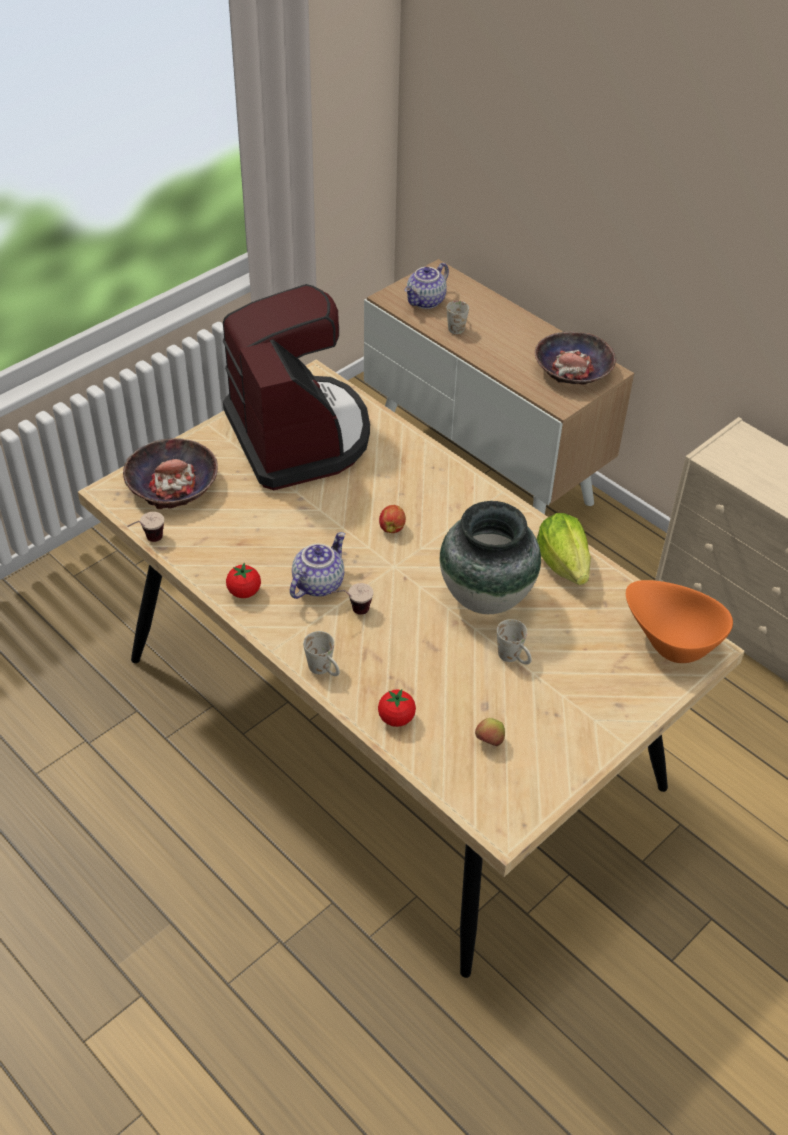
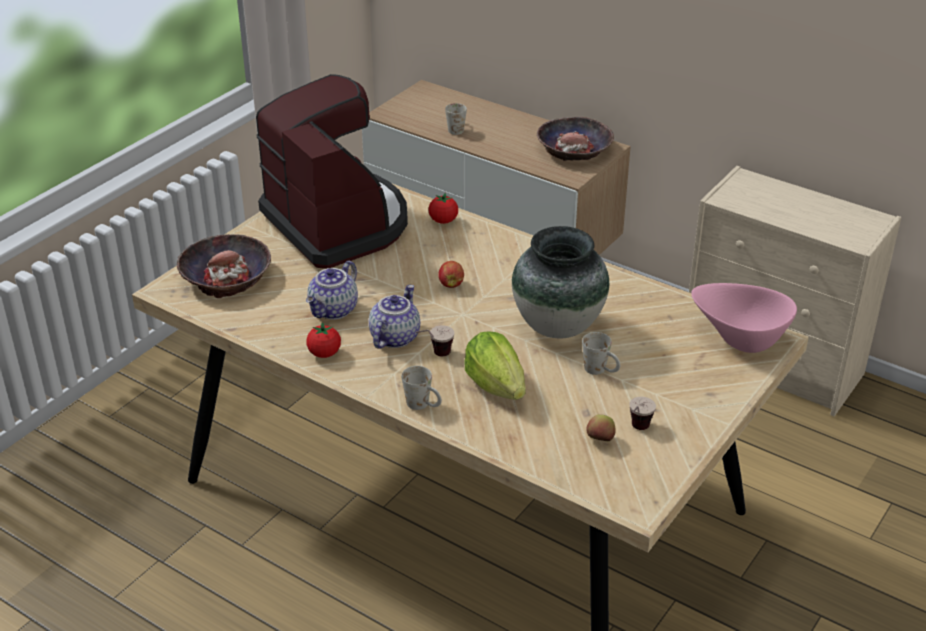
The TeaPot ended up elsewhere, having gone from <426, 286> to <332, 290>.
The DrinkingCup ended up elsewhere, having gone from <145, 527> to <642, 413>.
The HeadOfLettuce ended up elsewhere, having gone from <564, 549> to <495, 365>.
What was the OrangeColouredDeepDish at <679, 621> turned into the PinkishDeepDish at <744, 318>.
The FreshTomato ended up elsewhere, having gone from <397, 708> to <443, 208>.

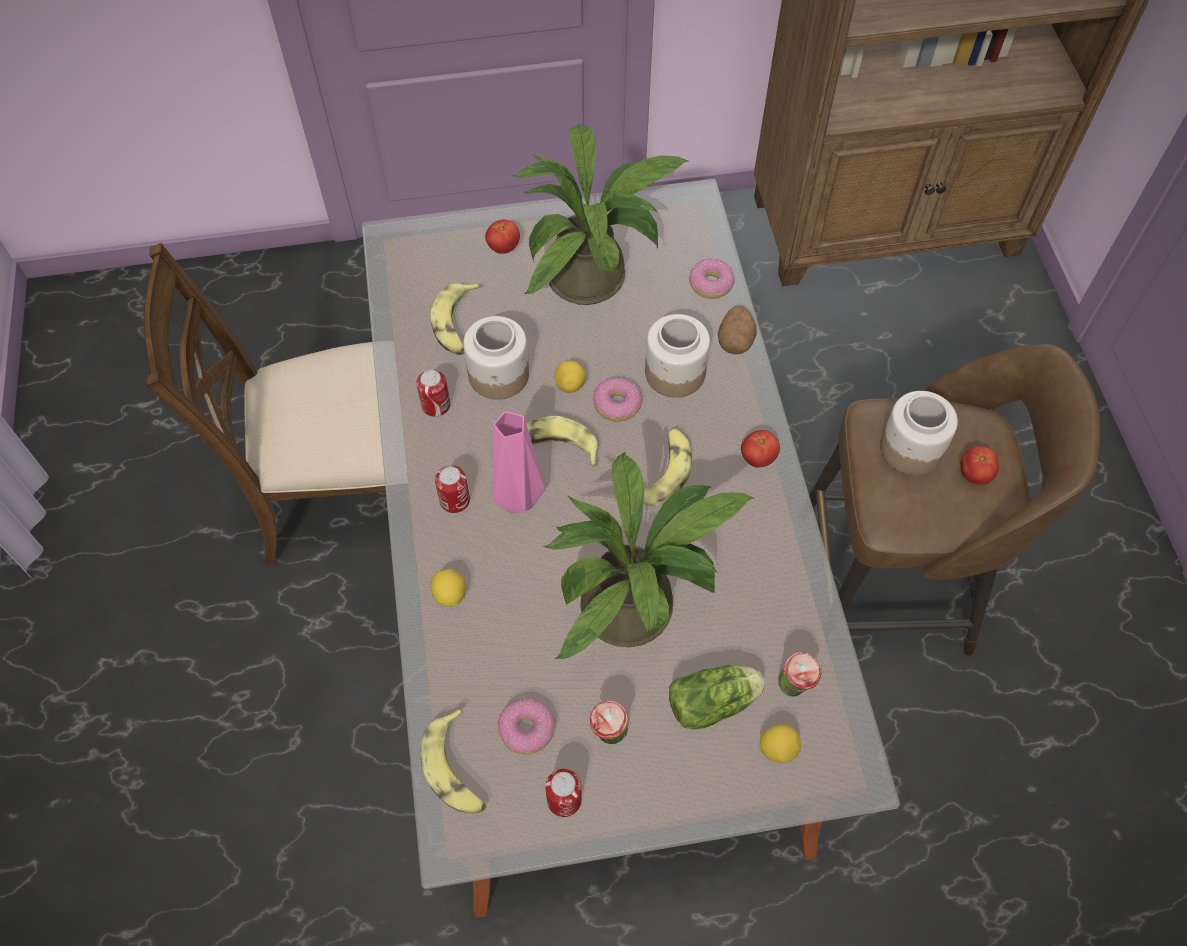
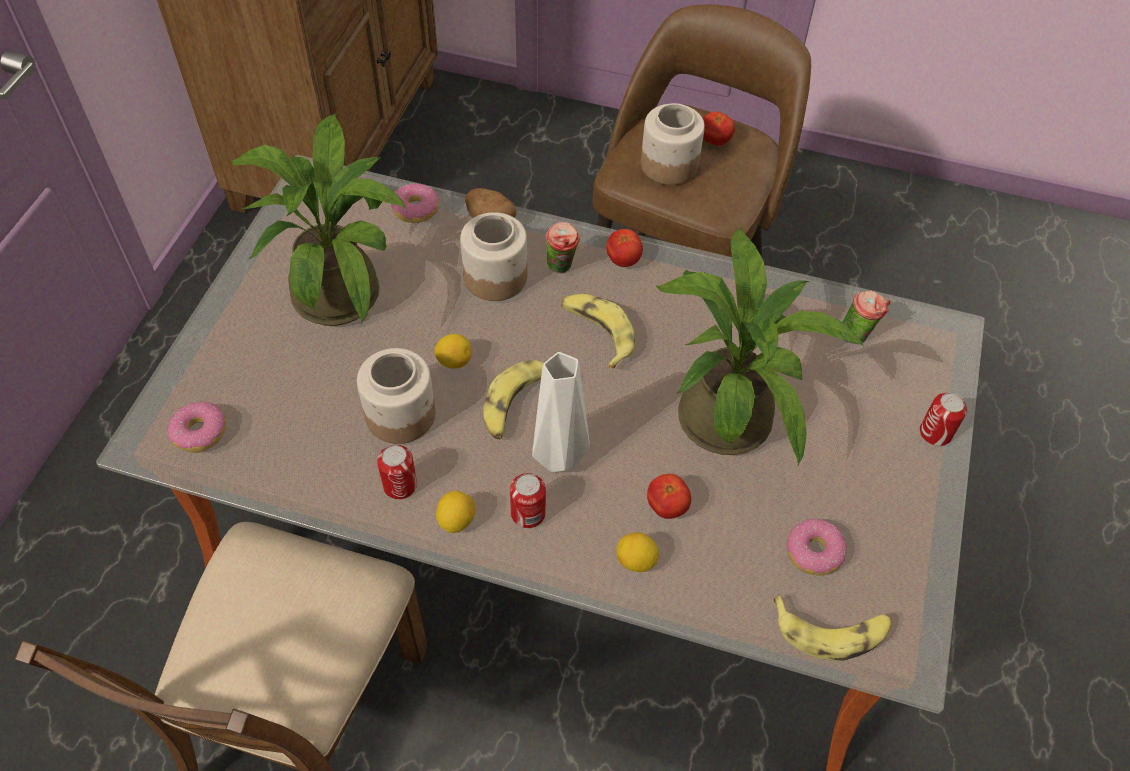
The FreshTomato ended up elsewhere, having gone from <502, 236> to <669, 496>.
The second view lost the WholeBanana at <455, 319>.
The RingDoughnut ended up elsewhere, having gone from <617, 399> to <196, 426>.
What was the PinkishVase at <519, 462> turned into the WhitishVase at <561, 412>.
The second view lost the HeadOfLettuce at <717, 697>.
The DrinkingCup ended up elsewhere, having gone from <609, 722> to <563, 247>.
The WholeLemon ended up elsewhere, having gone from <780, 743> to <455, 512>.
The SealedCan ended up elsewhere, having gone from <563, 793> to <943, 419>.

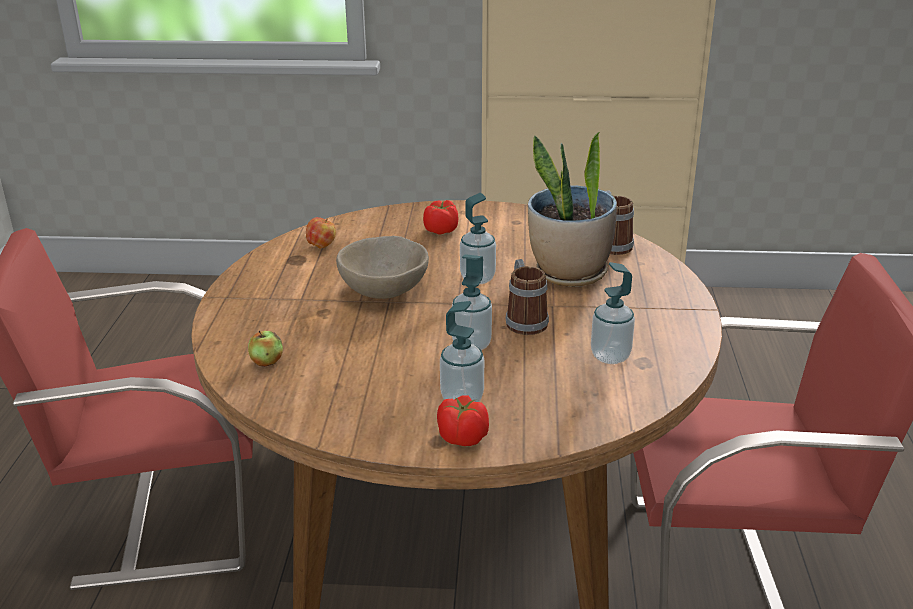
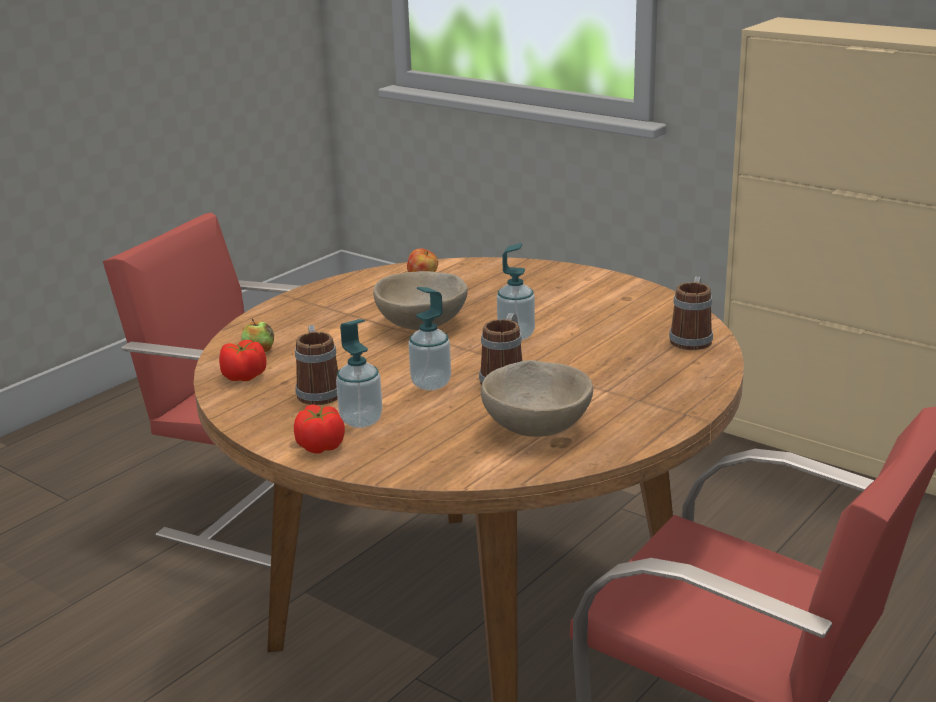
The second view lost the PlantInAPot at <572, 209>.
The FreshTomato ended up elsewhere, having gone from <440, 217> to <243, 360>.
Where the SoapDispenser stood at <613, 313>, the BeigeDeepDish came to stand at <537, 398>.
The second view gained the CoffeeMug at <316, 365>.

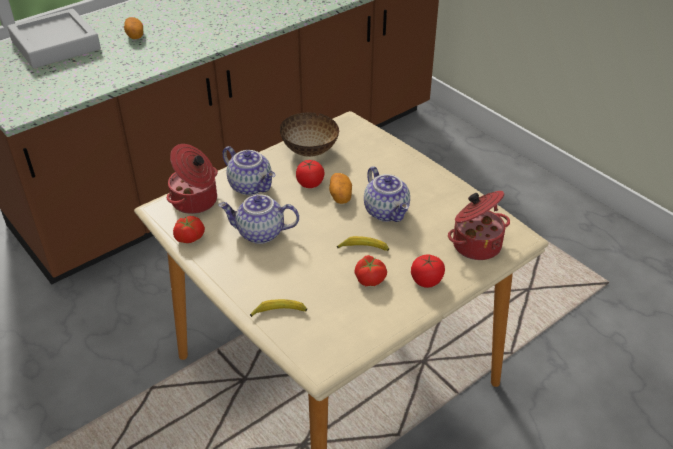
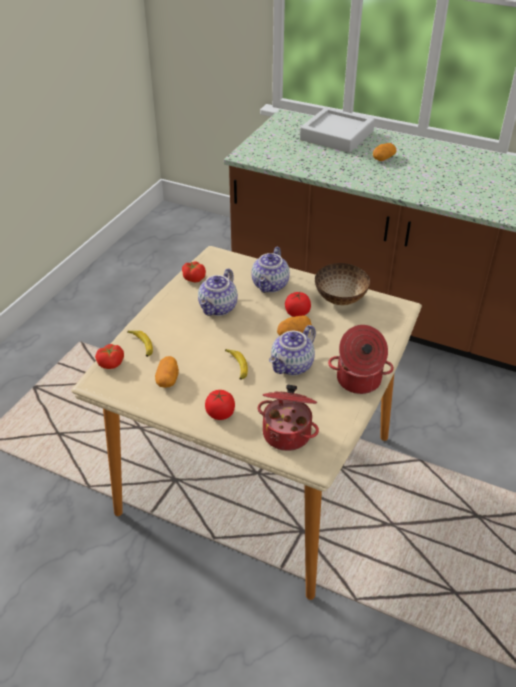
The CookingPot ended up elsewhere, having gone from <192, 179> to <361, 359>.
The TeaPot at <258, 219> ended up facing another way, 135 degrees counterclockwise from before.
The FreshTomato ended up elsewhere, having gone from <371, 270> to <109, 356>.
The second view gained the Potato at <167, 372>.

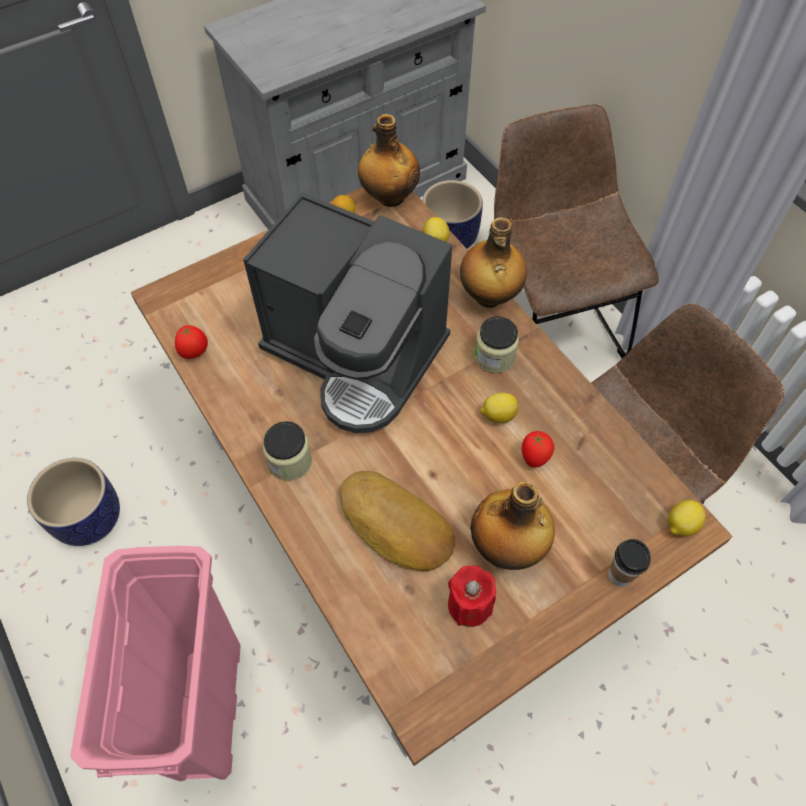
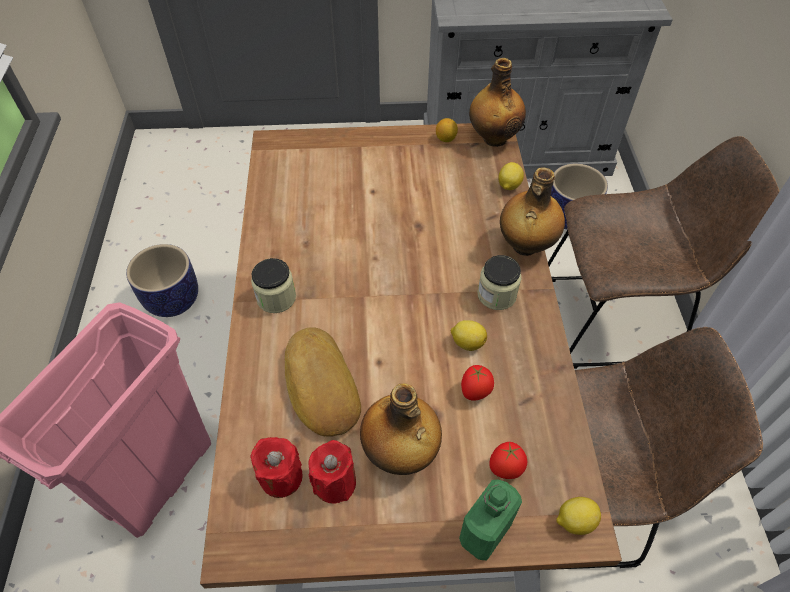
The BrownColouredUprightChair at <576, 231> ended up facing another way, 75 degrees clockwise from before.
The second view lost the CoffeeBrewer at <347, 312>.
The FreshTomato ended up elsewhere, having gone from <191, 342> to <508, 460>.
Where the DrinkingCup stood at <629, 563>, the GreenDrinkBottle came to stand at <490, 519>.
The second view gained the ReddishWaxCandle at <276, 467>.

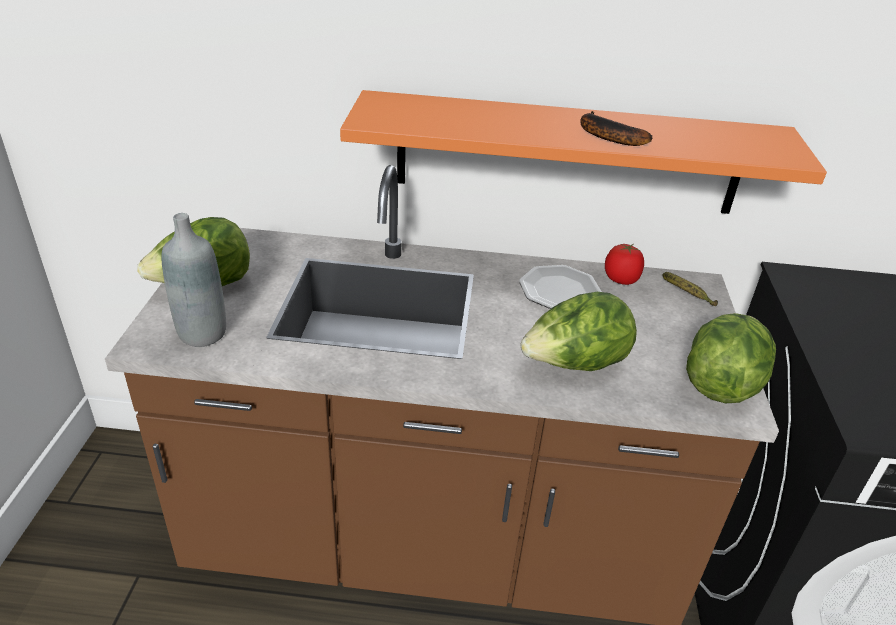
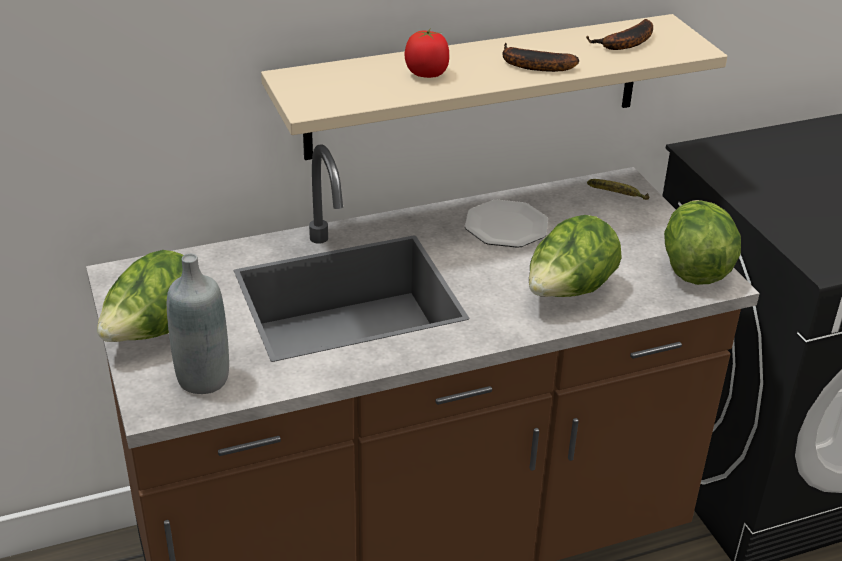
What was the OrangeColouredShelf at <583, 152> turned into the BeigeShelf at <494, 87>.
The FreshTomato ended up elsewhere, having gone from <624, 264> to <427, 53>.
The second view gained the WholeBanana at <619, 34>.

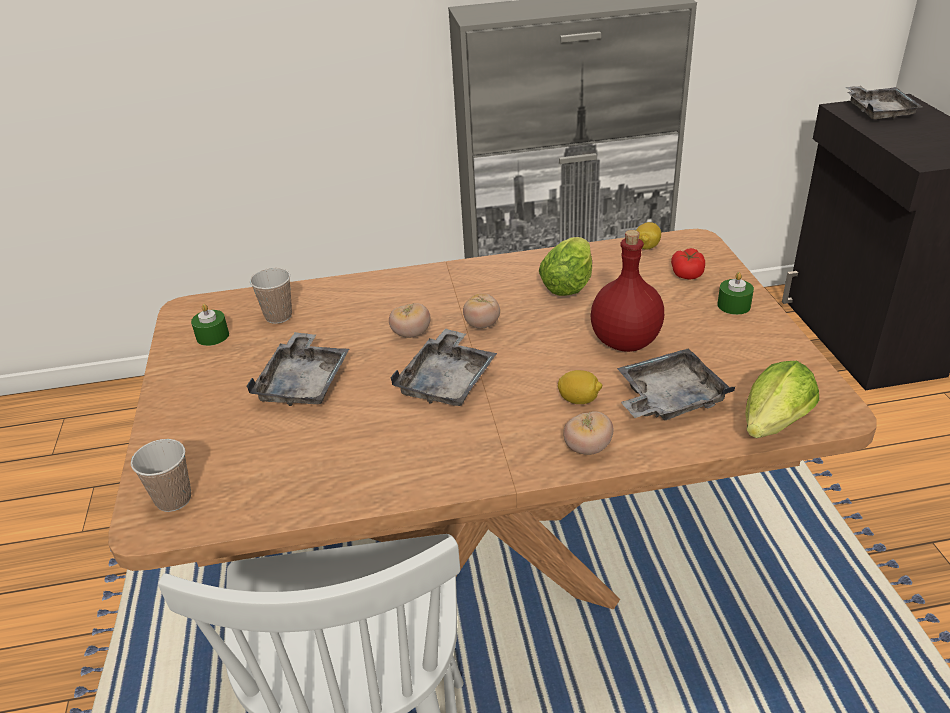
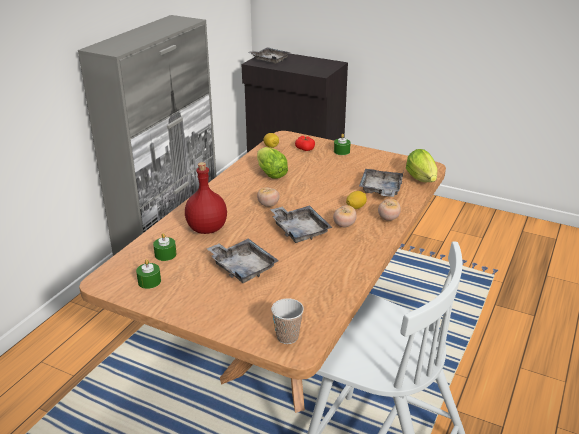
The ReddishDrinkBottle ended up elsewhere, having gone from <627, 291> to <206, 198>.
Where the DrinkingCup stood at <271, 296>, the GreenWaxCandle came to stand at <164, 247>.
The FreshTomato ended up elsewhere, having gone from <410, 320> to <345, 216>.

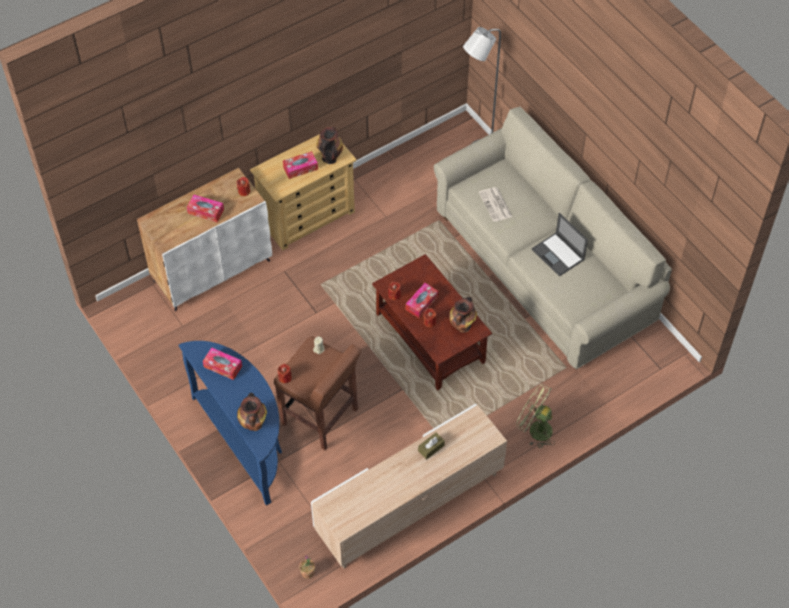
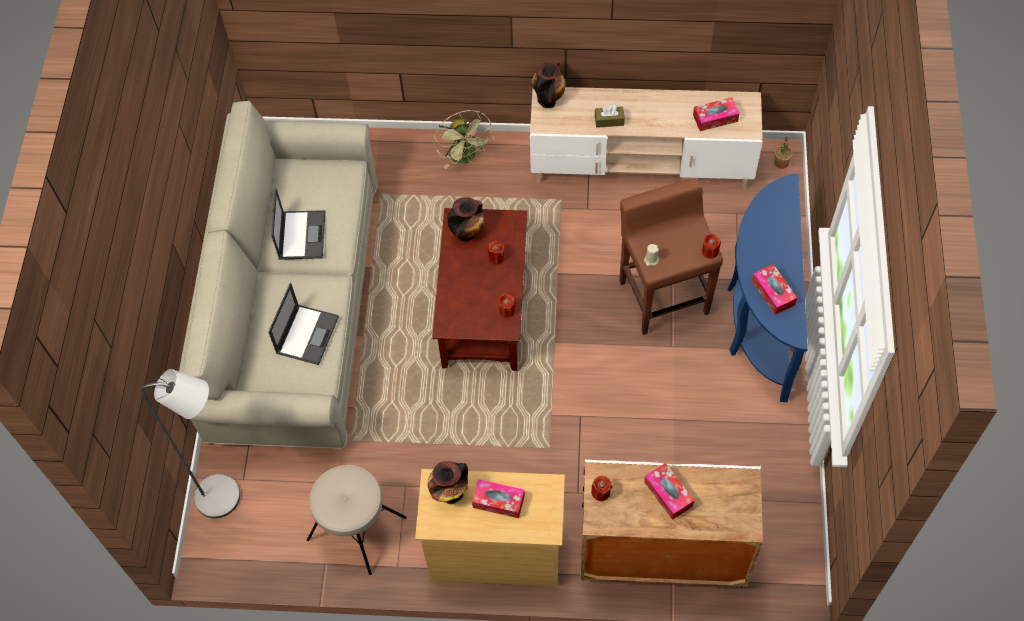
Where the Newspaper stood at <495, 204>, the Laptop came to stand at <303, 324>.
The TissueBox ended up elsewhere, having gone from <422, 300> to <716, 114>.
The Vase ended up elsewhere, having gone from <252, 412> to <548, 84>.
The second view gained the BeigeStoolSeat at <357, 520>.

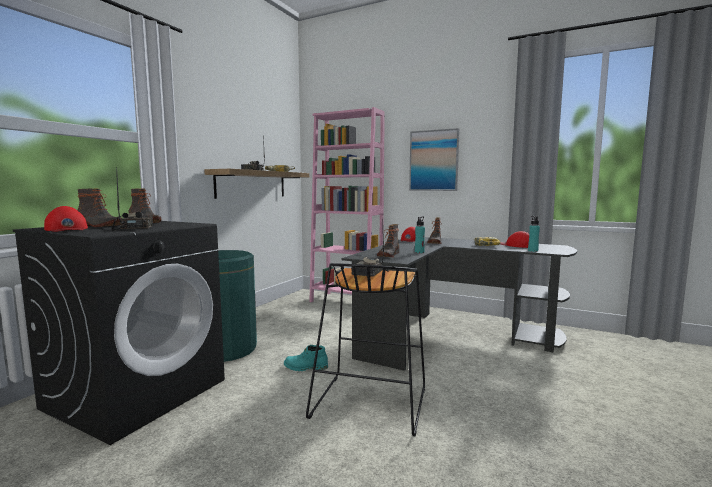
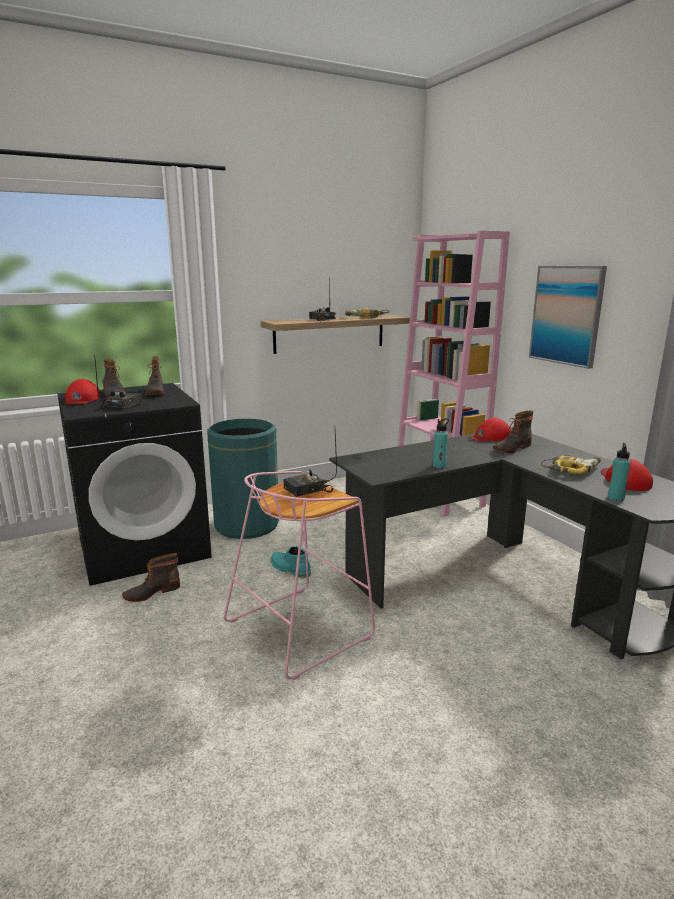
The TallBoot ended up elsewhere, having gone from <388, 240> to <151, 577>.
What was the BlackColouredStoolSeat at <365, 350> turned into the PinkishStoolSeat at <299, 575>.

